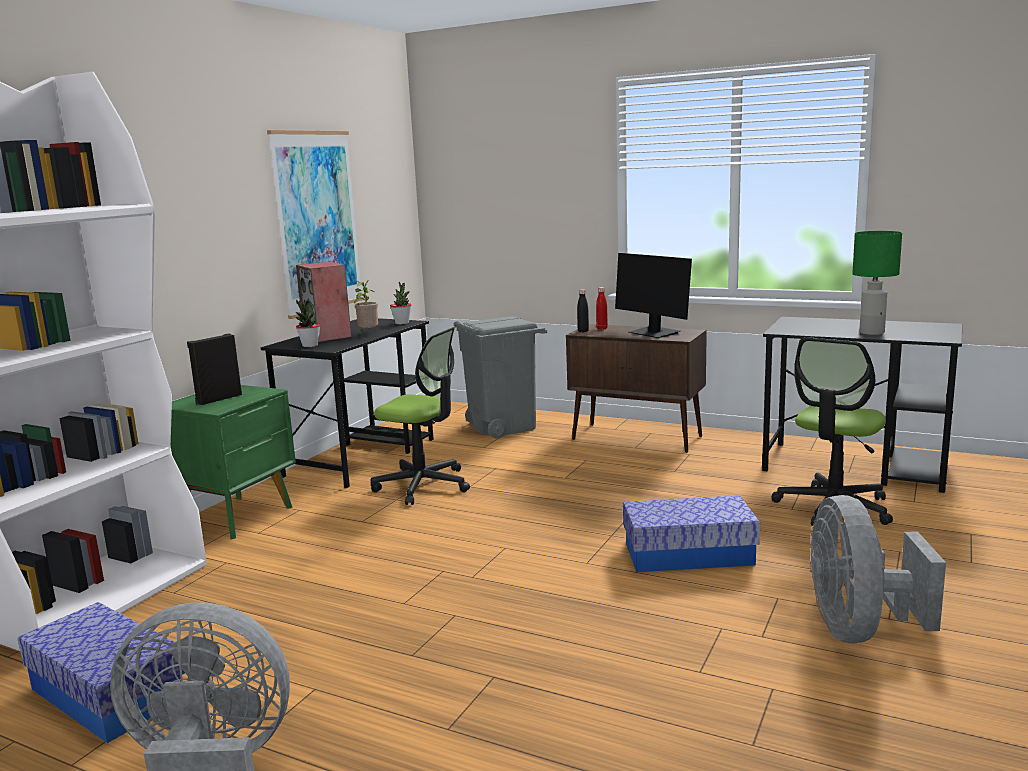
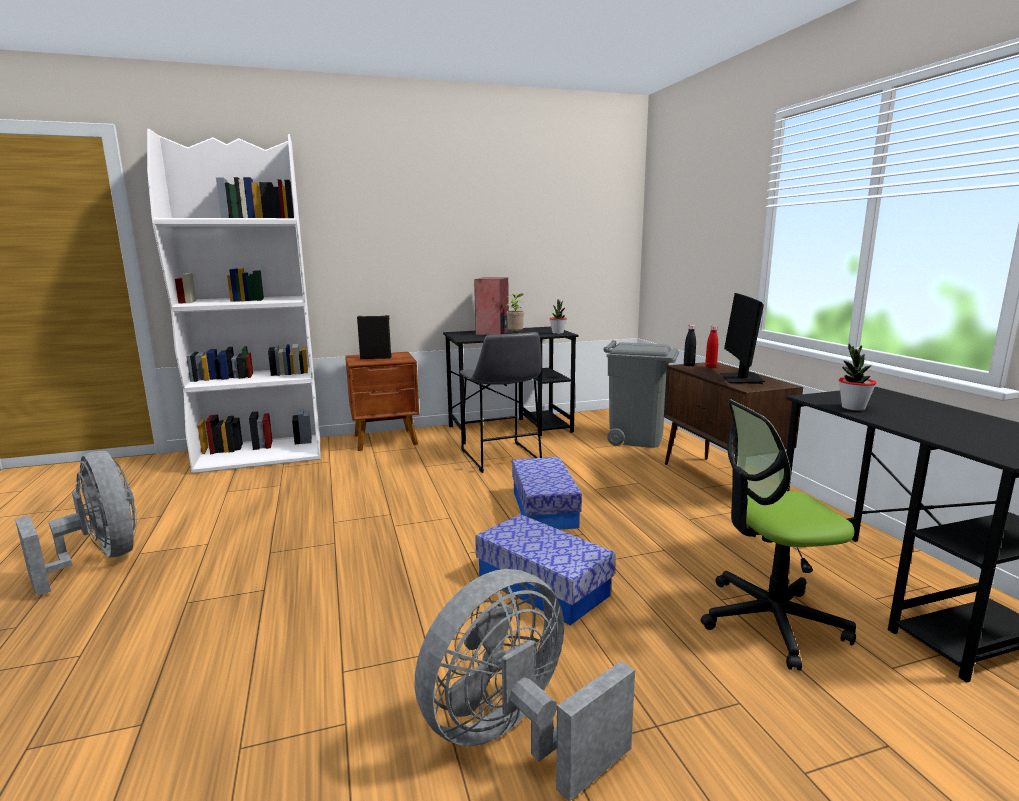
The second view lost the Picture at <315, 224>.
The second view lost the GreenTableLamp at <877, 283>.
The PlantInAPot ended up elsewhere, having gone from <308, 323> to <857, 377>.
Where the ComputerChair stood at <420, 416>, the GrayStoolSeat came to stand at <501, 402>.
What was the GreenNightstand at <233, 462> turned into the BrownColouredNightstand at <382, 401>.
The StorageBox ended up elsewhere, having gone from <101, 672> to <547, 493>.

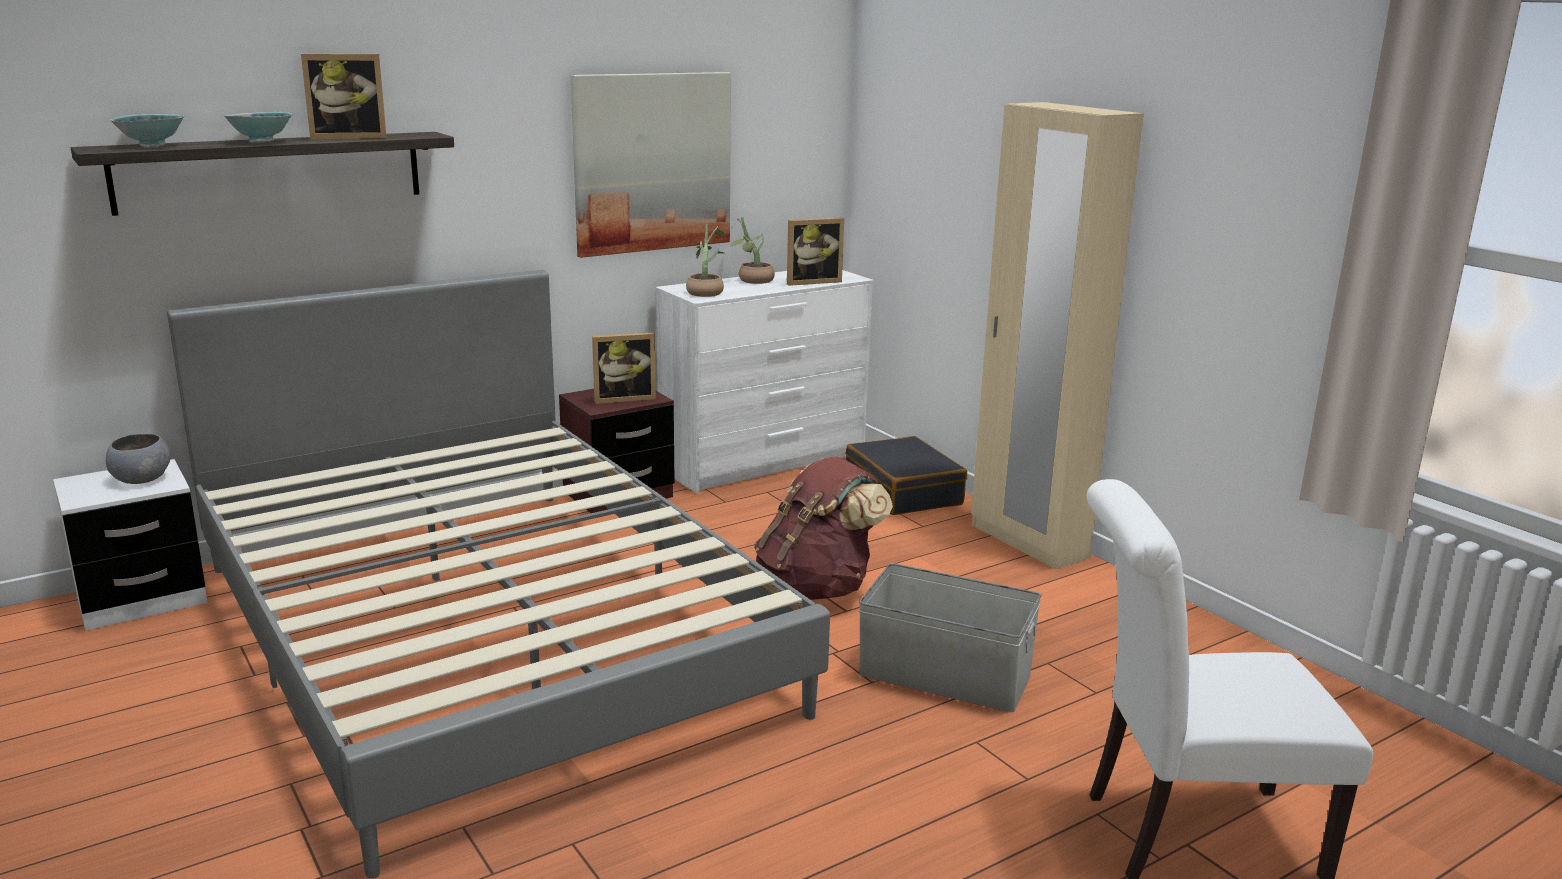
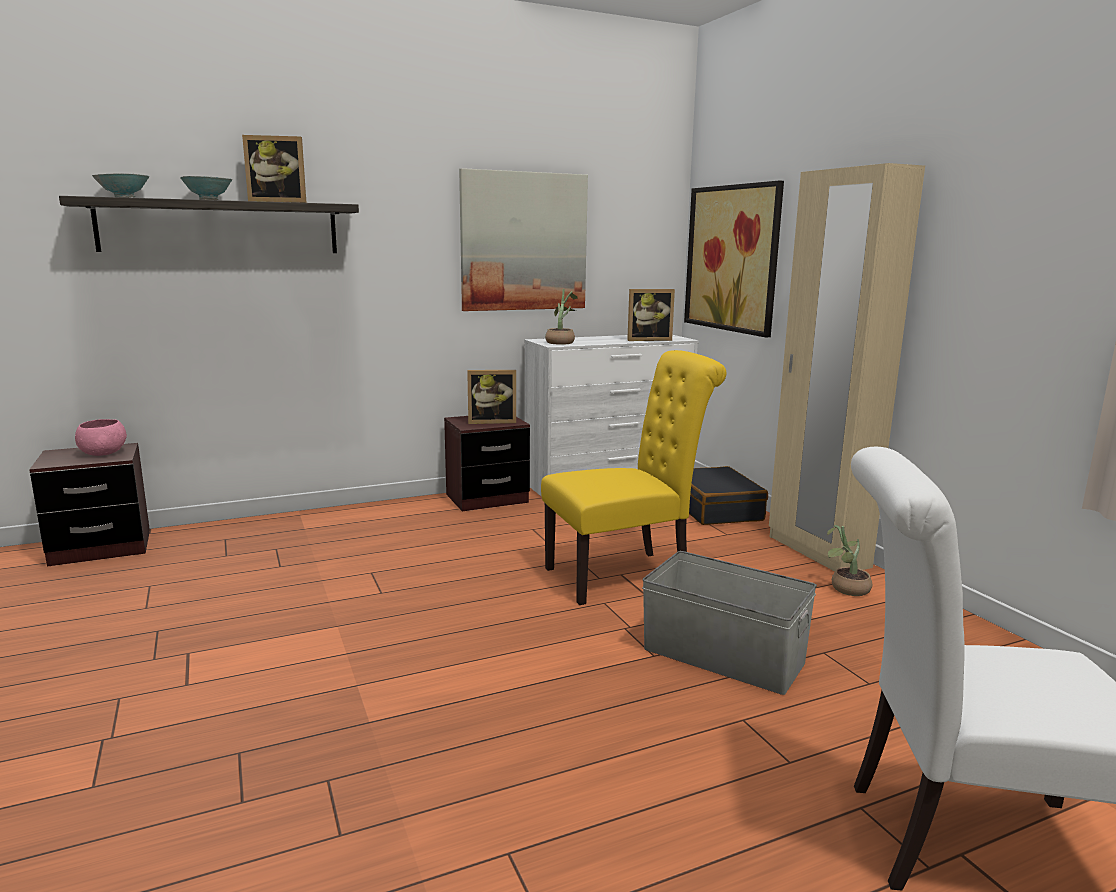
The PlantInAPot ended up elsewhere, having gone from <753, 250> to <849, 560>.
The second view lost the GrayBed at <498, 574>.
What was the GrayDeepDish at <138, 459> turned into the PinkishDeepDish at <101, 437>.
Where the BrownColouredBackpack stood at <823, 528>, the YellowishUprightChair came to stand at <634, 477>.
What was the WhitishNightstand at <130, 545> turned into the BrownColouredNightstand at <89, 505>.
The second view gained the Picture at <734, 259>.

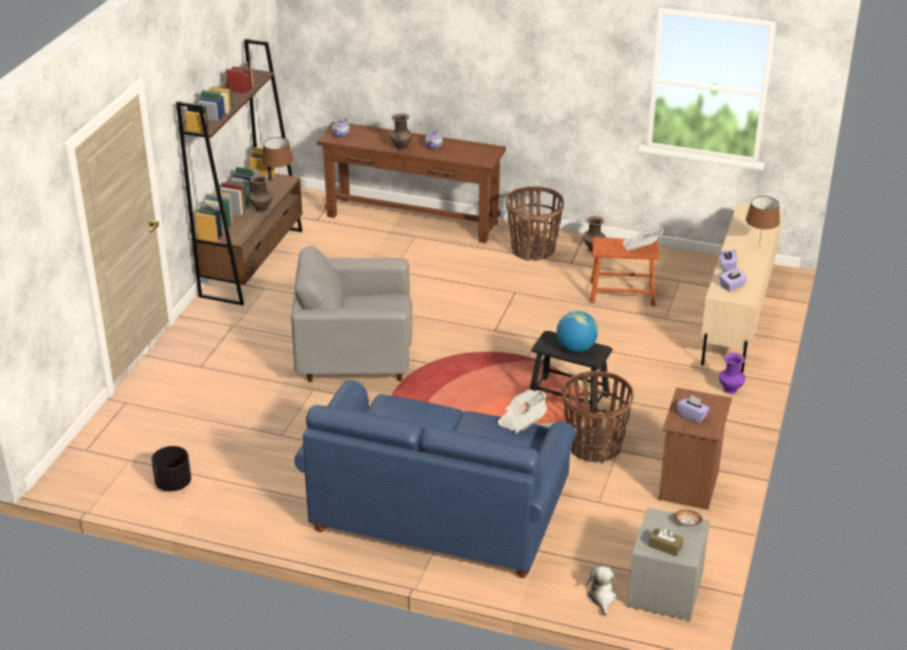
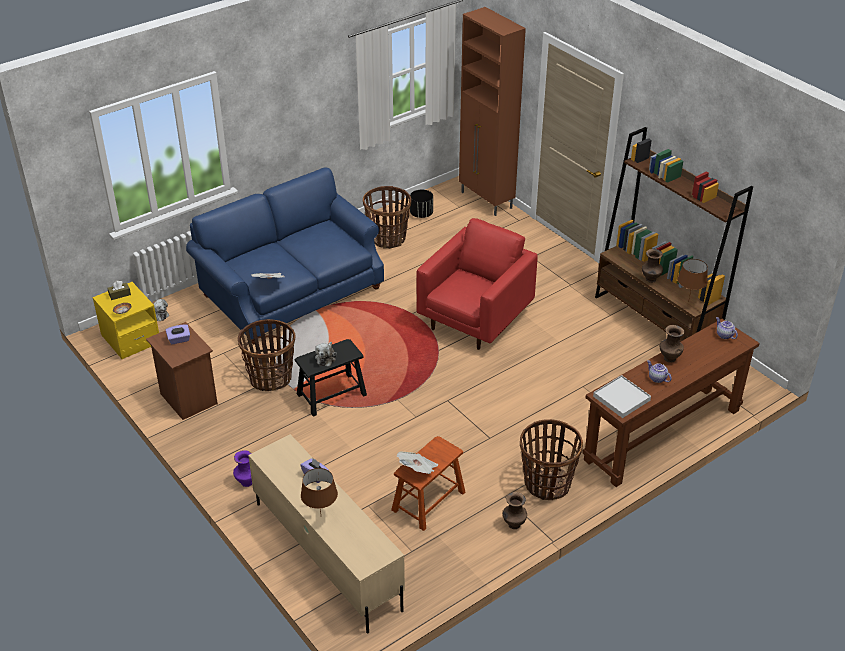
What was the GrayArmchair at <351, 314> turned into the ReddishArmchair at <477, 284>.
The second view lost the PurpleTissueBox at <733, 279>.
Where the WorldGlobe stood at <577, 331>, the PlushToy came to stand at <326, 354>.
What was the GrayNightstand at <668, 564> turned into the YellowishNightstand at <125, 320>.
The second view gained the BrownColouredCabinet at <492, 111>.
The second view gained the HouseholdBasket at <387, 217>.
The second view gained the WhitishCarryingTray at <622, 396>.

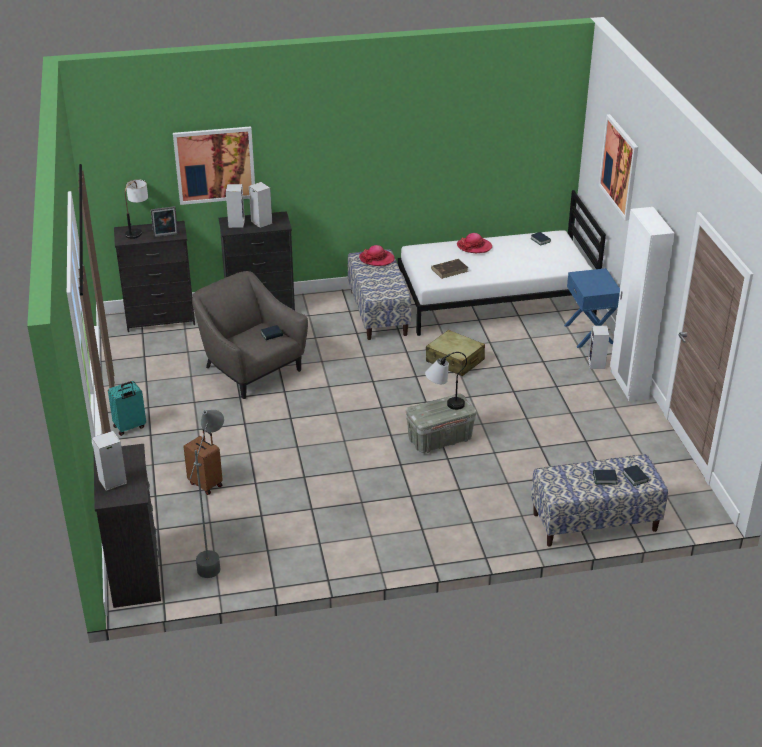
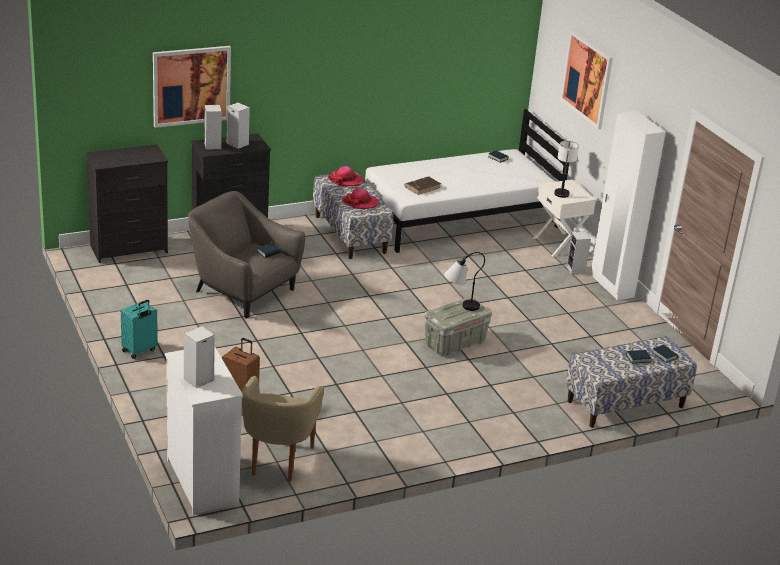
The TableLamp ended up elsewhere, having gone from <136, 209> to <566, 169>.
The second view lost the StandingFrame at <164, 222>.
The WearableHat ended up elsewhere, having gone from <474, 243> to <360, 198>.
What was the BlueNightstand at <592, 308> turned into the WhitishNightstand at <564, 218>.
The second view lost the BeigeSuitcase at <455, 353>.
Where the GrayStandardLamp stood at <207, 494>, the BeigeArmchair came to stand at <283, 429>.
What was the BlackColouredChestOfDrawers at <127, 526> turned into the WhitishChestOfDrawers at <204, 431>.

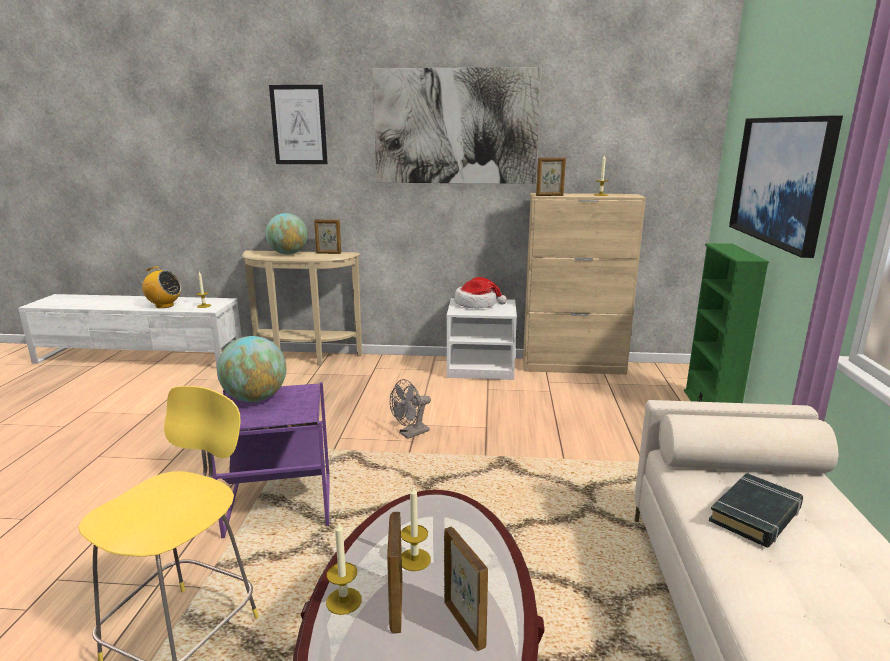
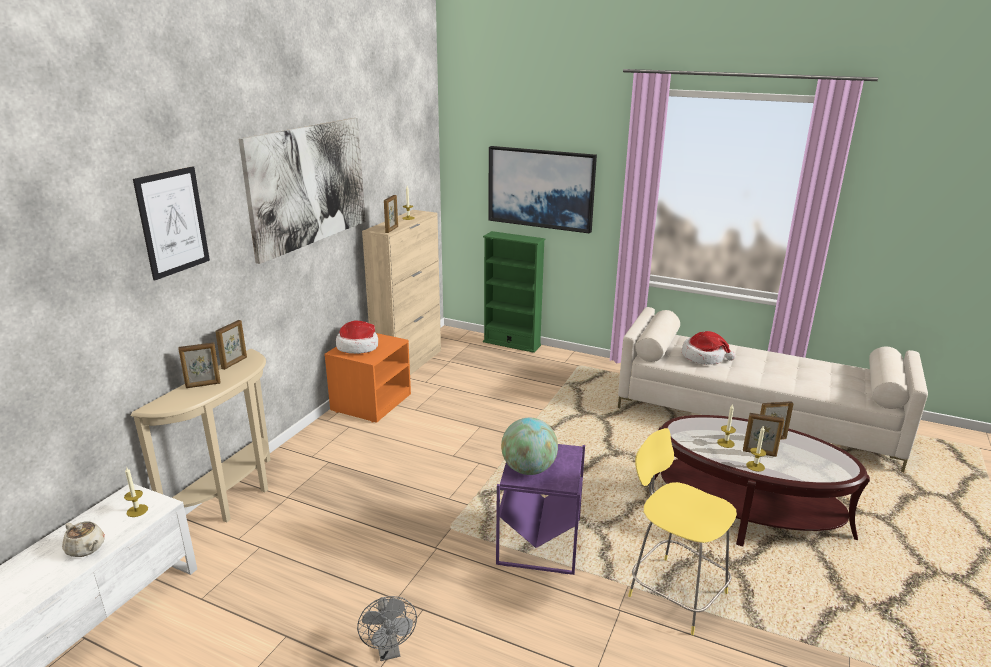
Where the WorldGlobe stood at <287, 234>, the StandingFrame came to stand at <199, 365>.
Where the RadioSet stood at <159, 287>, the BeigeTeaPot came to stand at <83, 539>.
What was the WhitishNightstand at <482, 339> turned into the OrangeColouredNightstand at <367, 378>.
The GrayFan ended up elsewhere, having gone from <410, 409> to <387, 628>.
Where the BlackColouredBoundBook stood at <756, 510>, the WearableHat came to stand at <708, 348>.

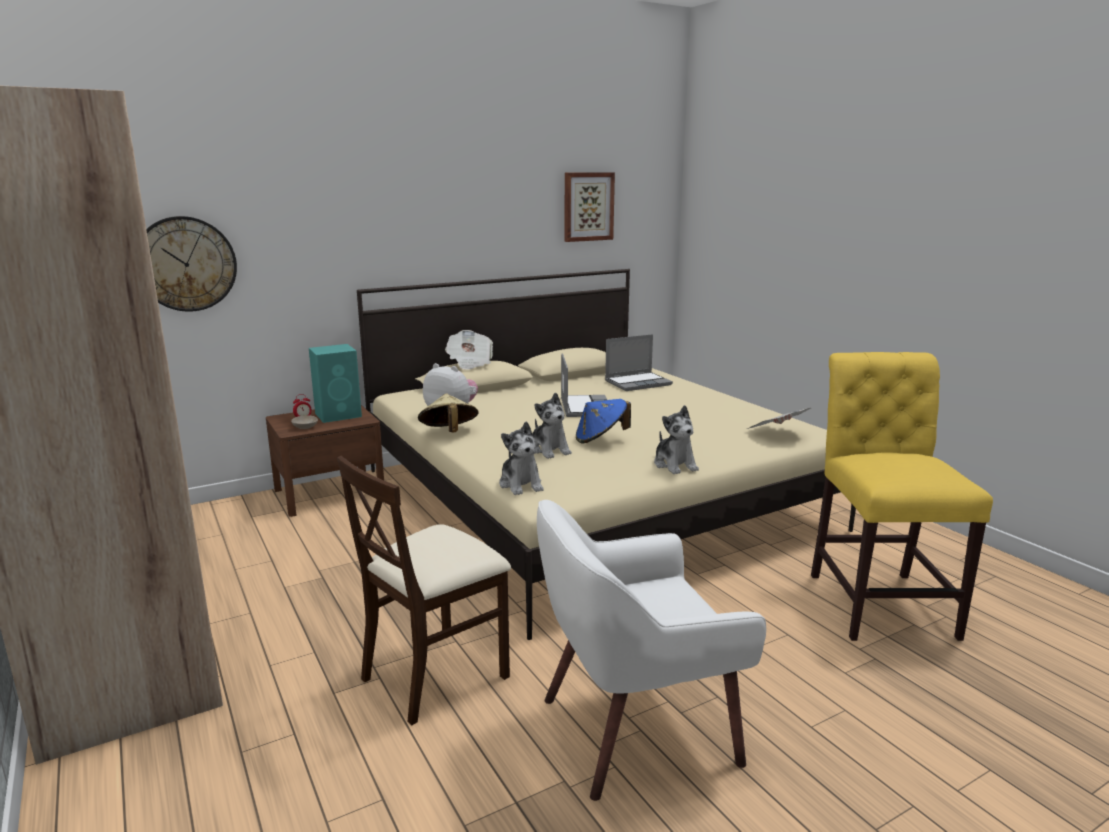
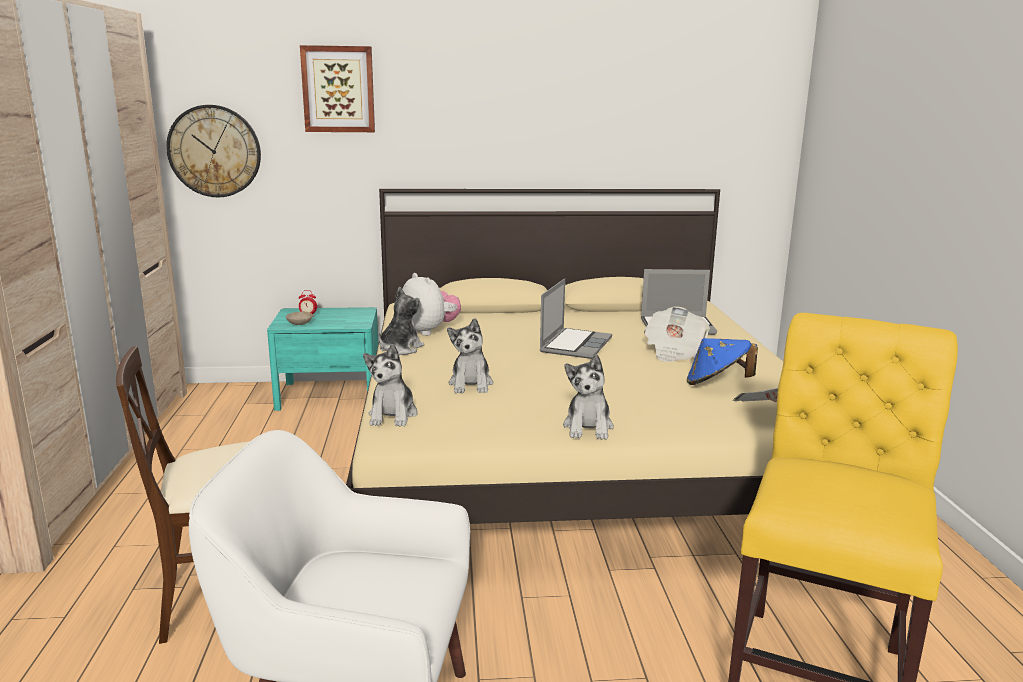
The Picture ended up elsewhere, having gone from <589, 207> to <337, 88>.
The Newspaper ended up elsewhere, having gone from <469, 350> to <677, 334>.
The second view lost the TurquoiseLoudspeaker at <335, 383>.
Where the BeigeWearableHat stood at <448, 412>, the PlushToy came to stand at <401, 320>.
The BlueWearableHat ended up elsewhere, having gone from <603, 421> to <722, 361>.
What was the BrownColouredNightstand at <325, 461> turned into the TurquoiseNightstand at <322, 359>.

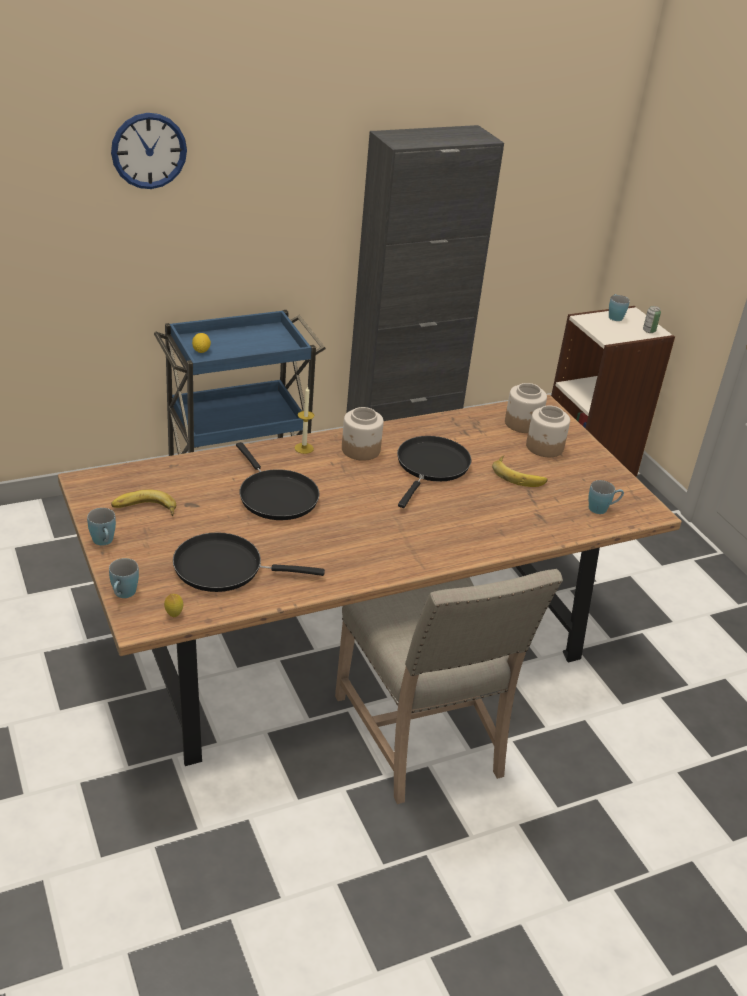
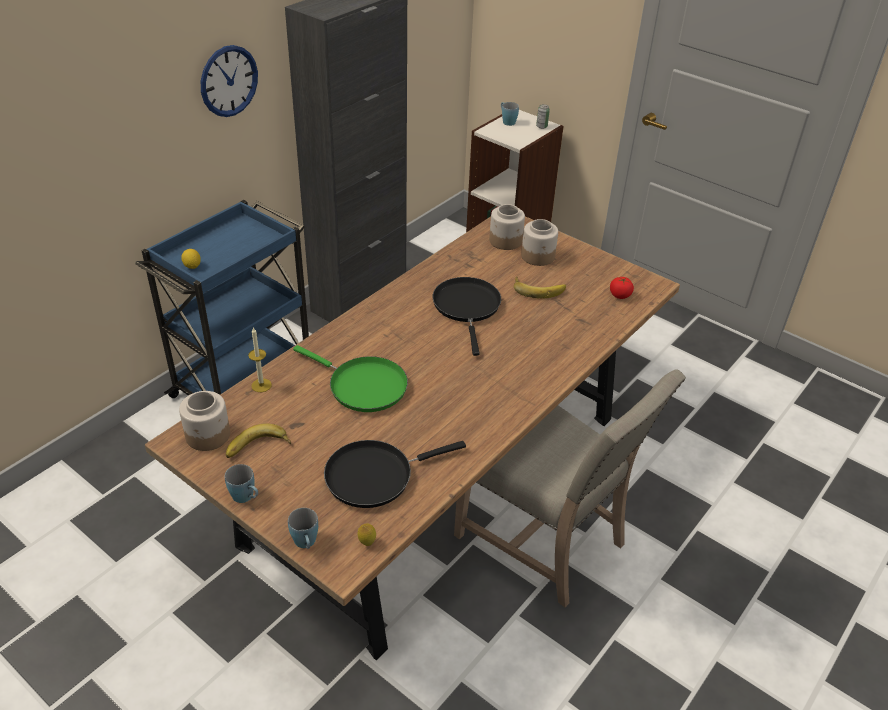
The WallClock ended up elsewhere, having gone from <149, 151> to <229, 81>.
The WaxCandle ended up elsewhere, having gone from <304, 420> to <260, 359>.
The StorageJar ended up elsewhere, having gone from <363, 434> to <204, 421>.
What was the BlackColouredPan at <277, 481> turned into the GreenPan at <350, 378>.
Where the BlueCoffeeMug stood at <606, 497>, the FreshTomato came to stand at <622, 288>.

